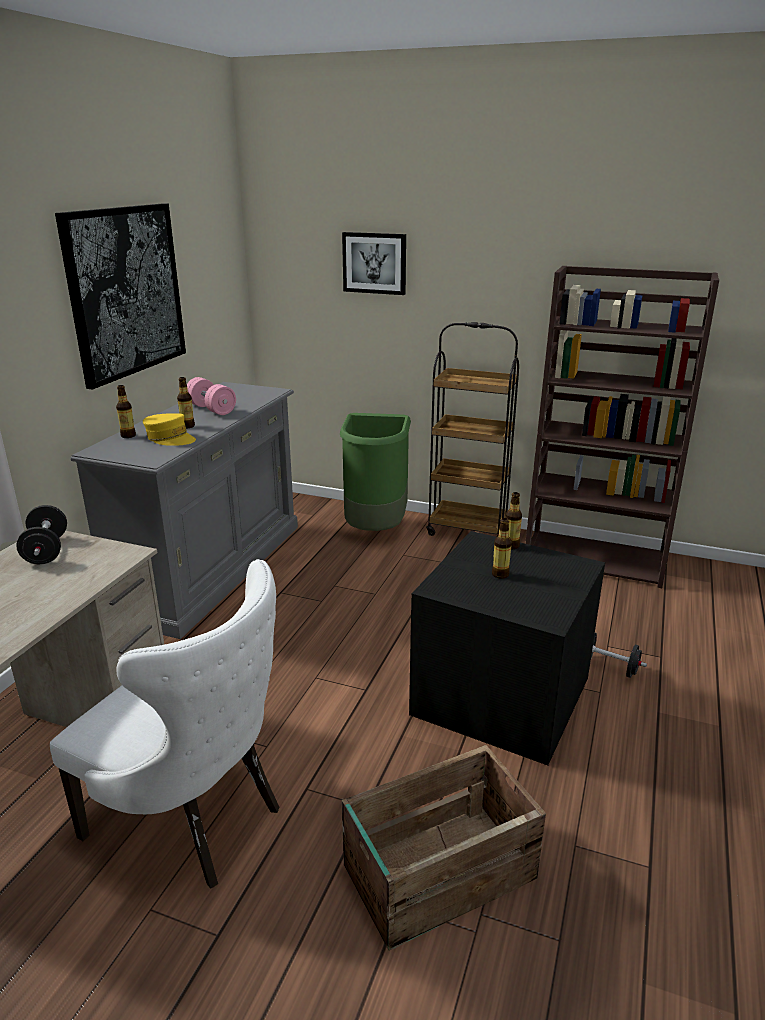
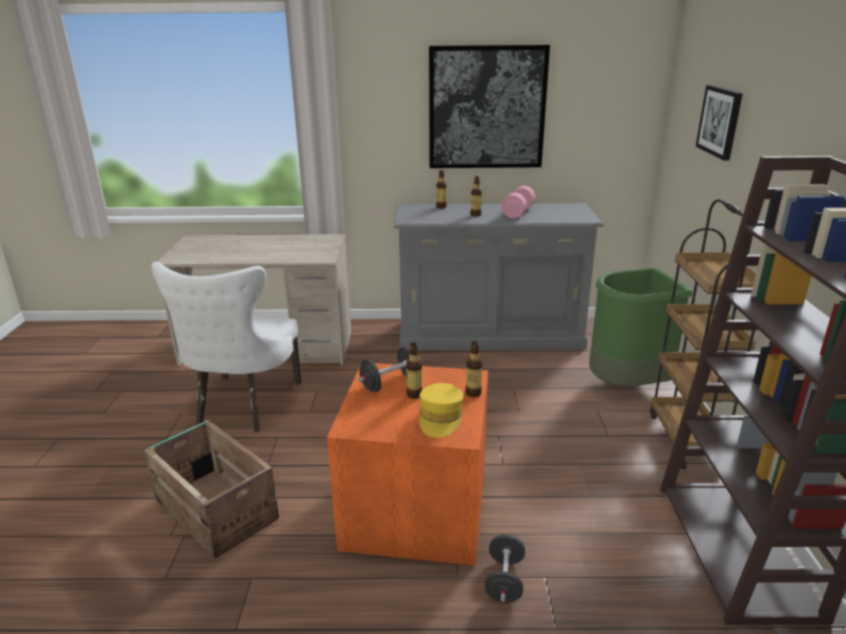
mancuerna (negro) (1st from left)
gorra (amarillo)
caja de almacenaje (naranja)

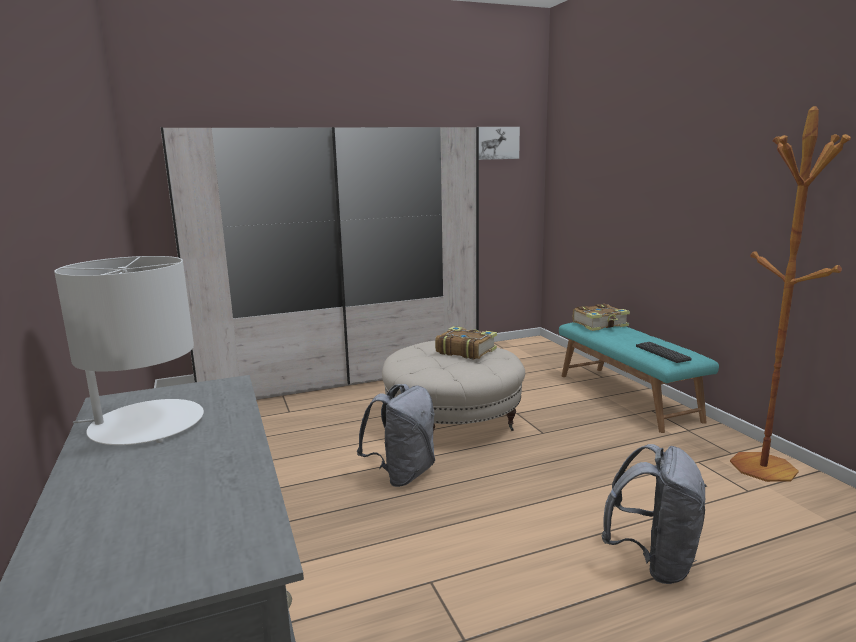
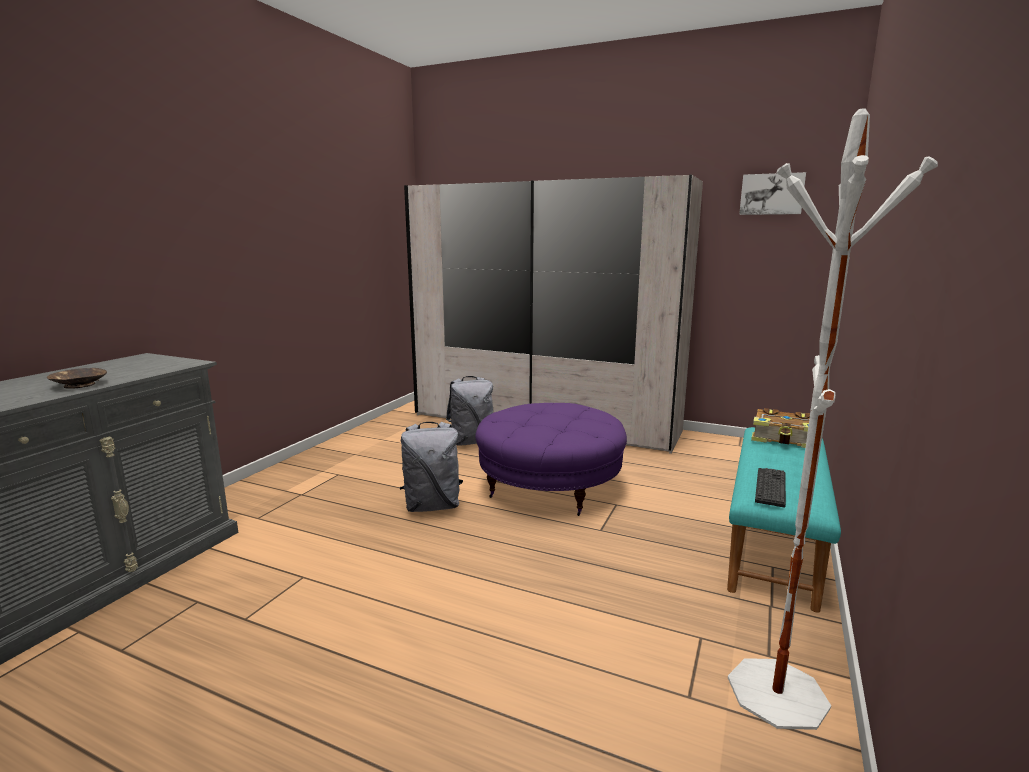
lámpara de mesa (blanco)
libro (1st from left in the first image)
cuenco (marrón)
mochila (gris) (2nd from left)
puf (morado)
perchero (blanco)

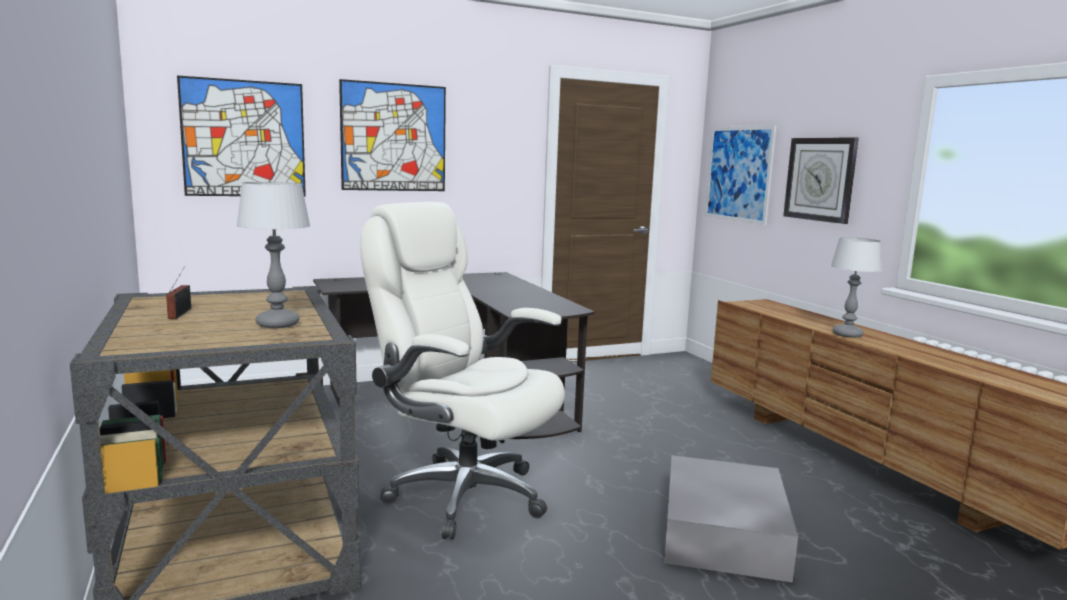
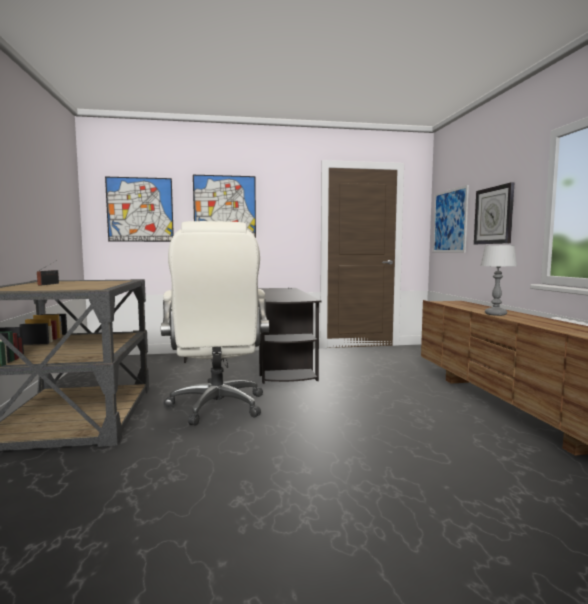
lámpara de mesa (1st from left in the first image)
caja de almacenaje (gris)
silla de oficina (blanco)

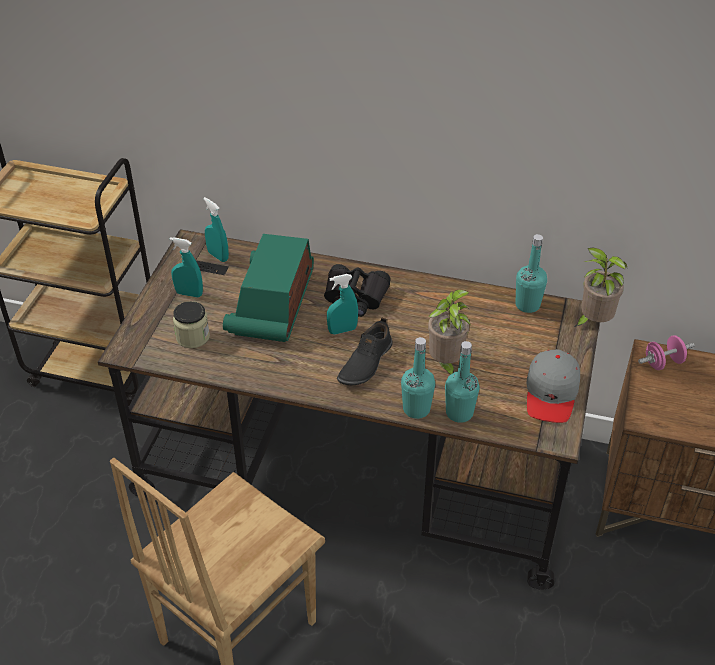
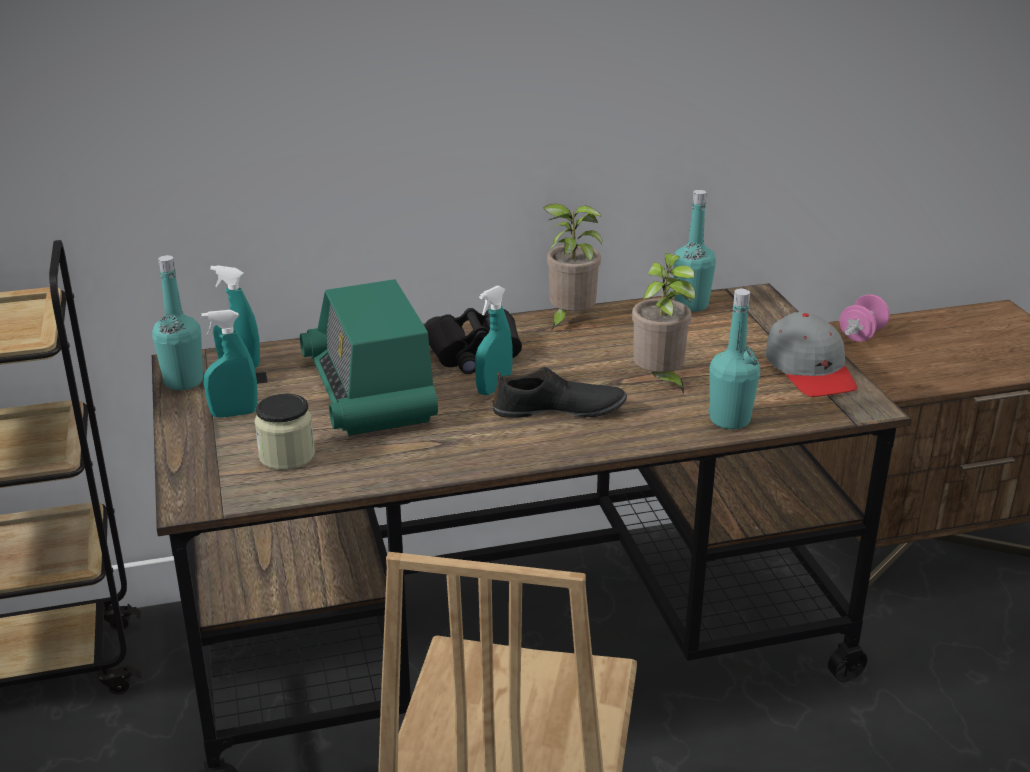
botella (turquesa) (1st from left)
planta en maceta (1st from left)
zapato (negro)

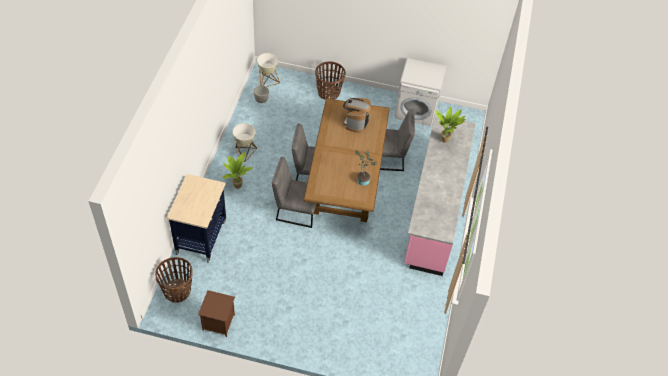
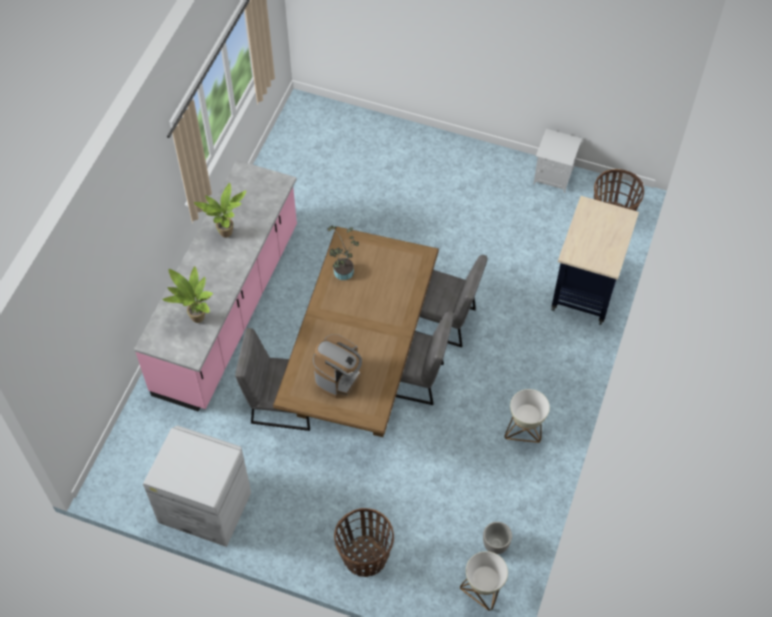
planta en maceta (2nd from left)
mesita de noche (gris)

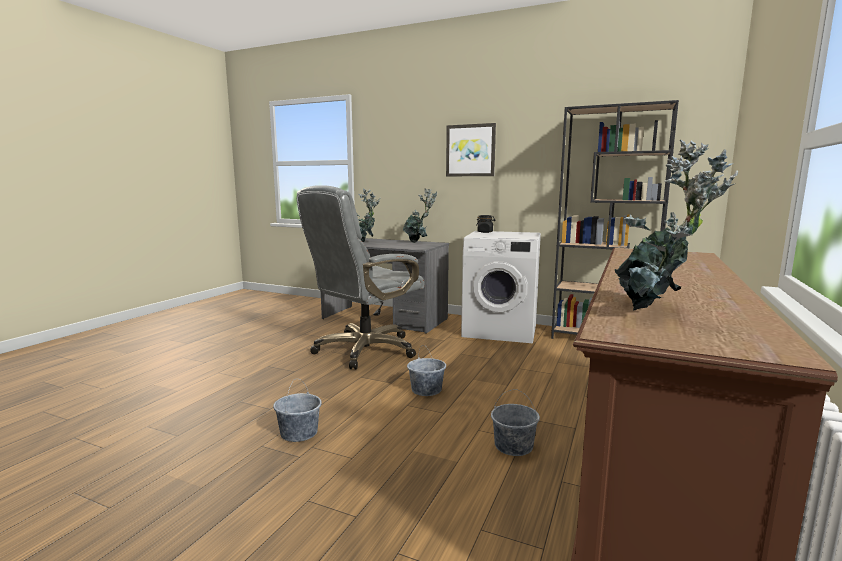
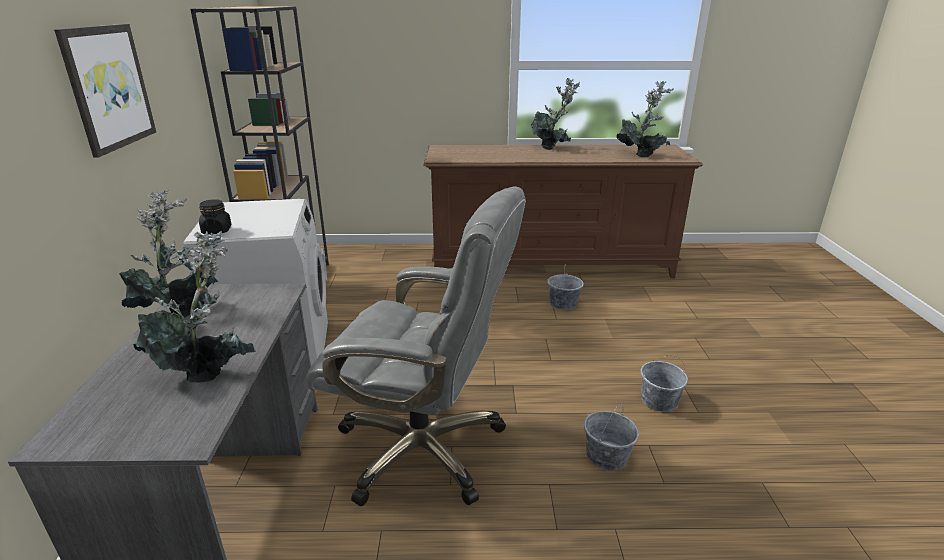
planta en maceta (3rd from left)
cubo (gris) (2nd from left)

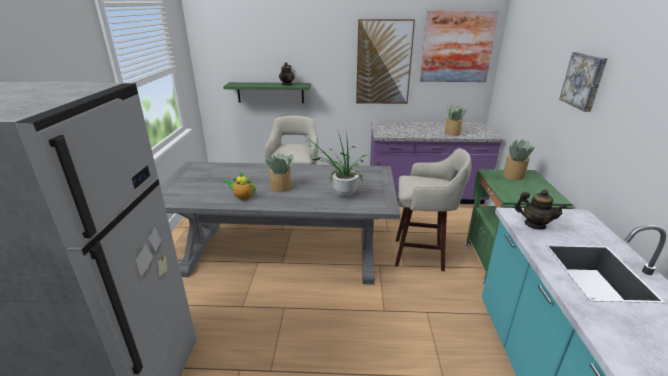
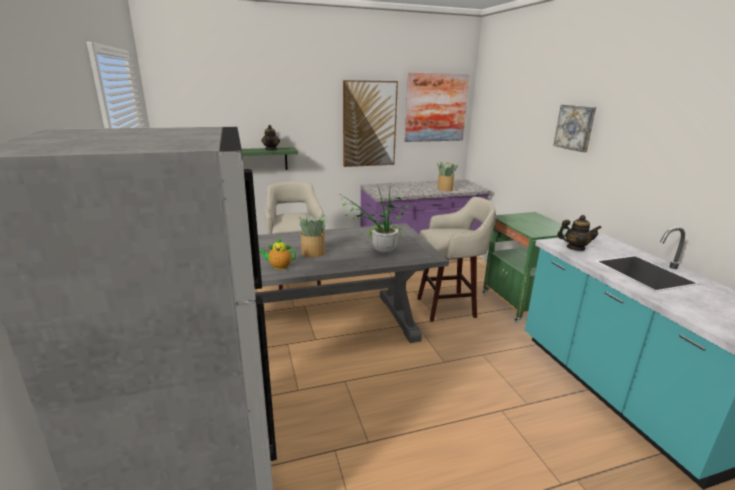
planta en maceta (4th from left in the first image)

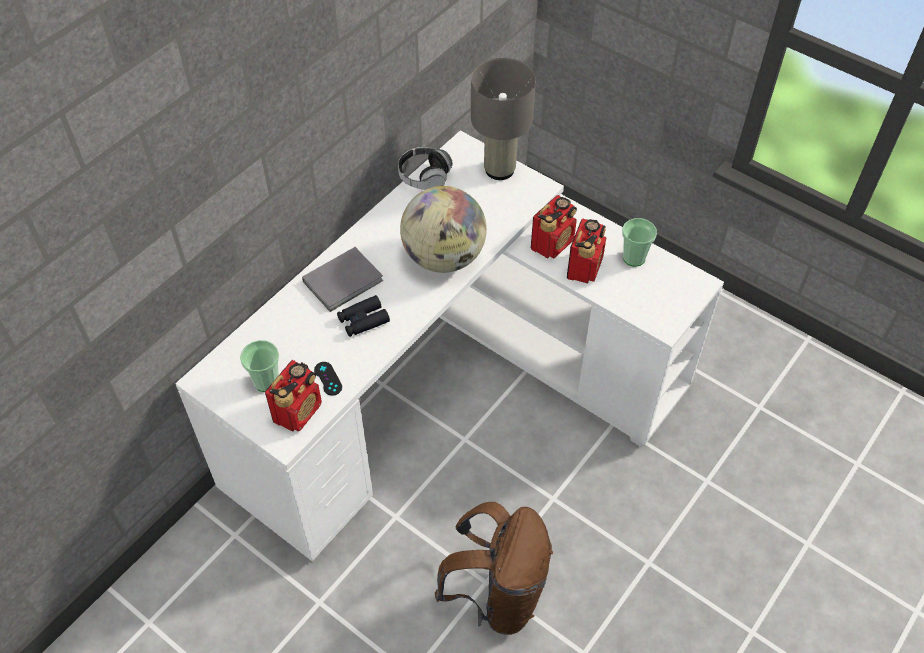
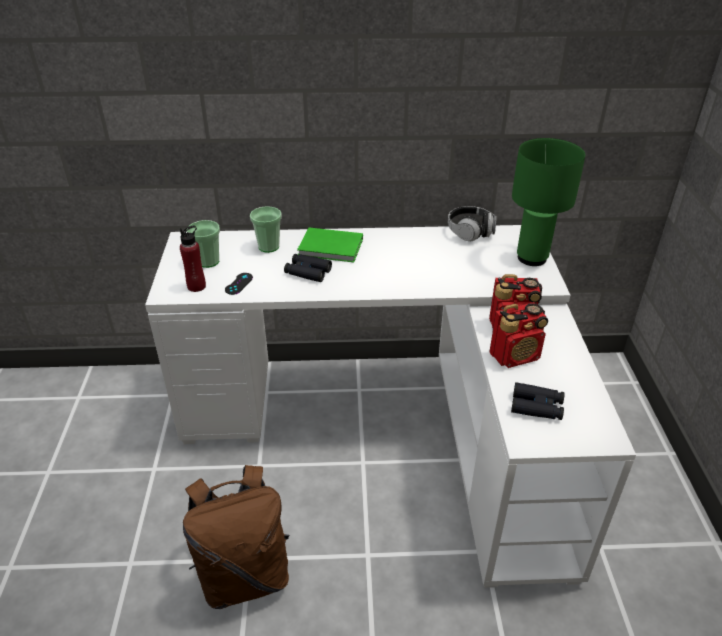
globo terráqueo
prismáticos (negro) (2nd from left)
taza (2nd from left)
botella (rojo)
libro (verde)
lámpara de mesa (verde)

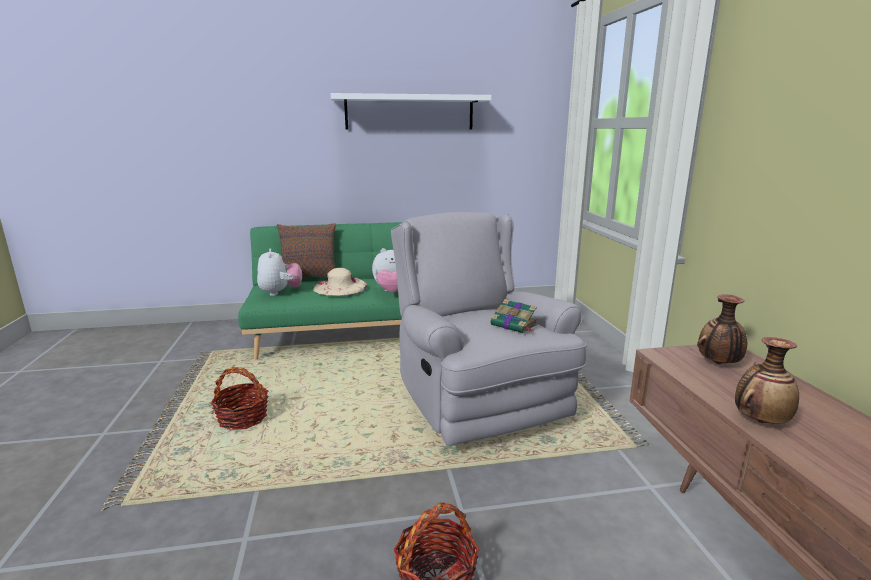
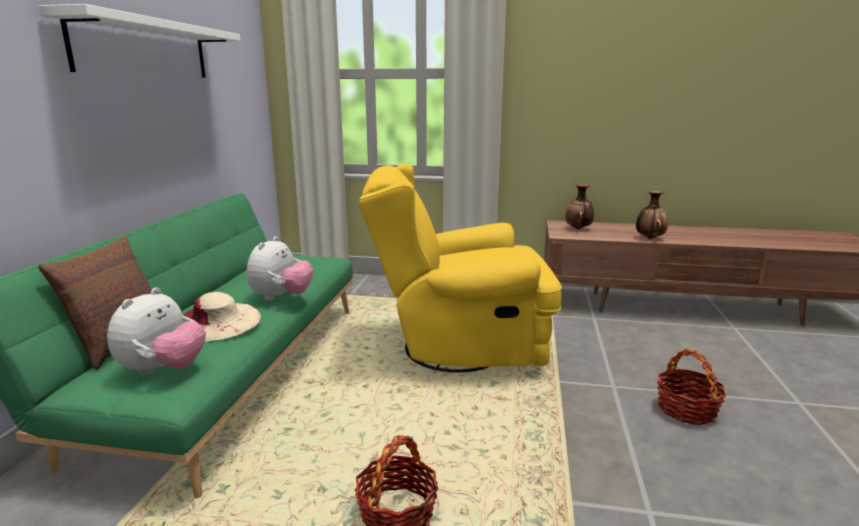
libro
sillón (amarillo)
peluche (1st from left)

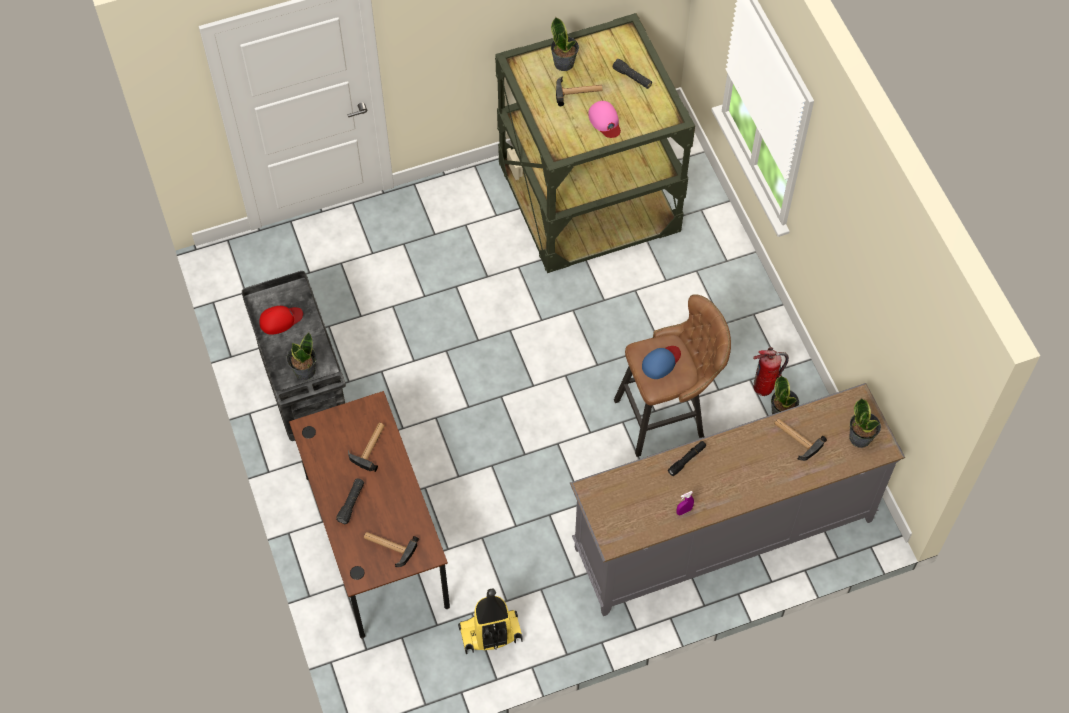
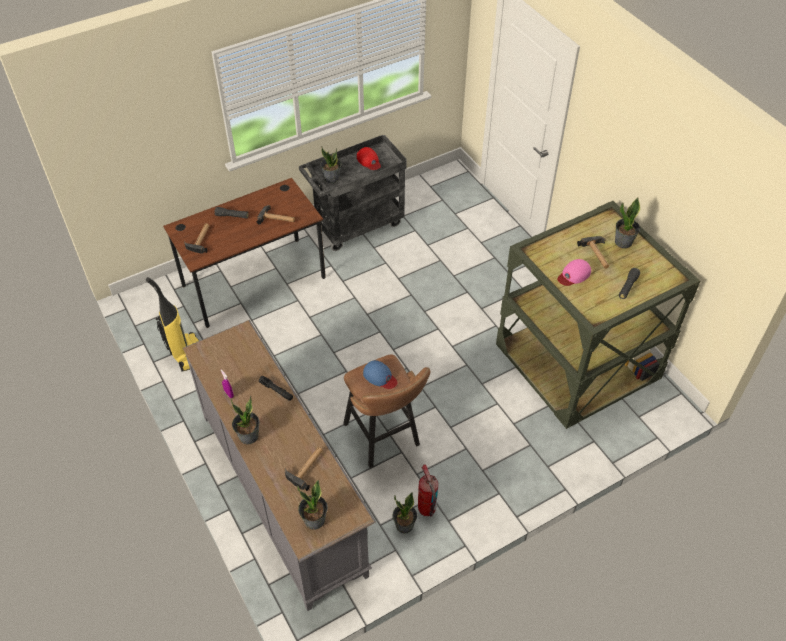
planta en maceta (1st from left)

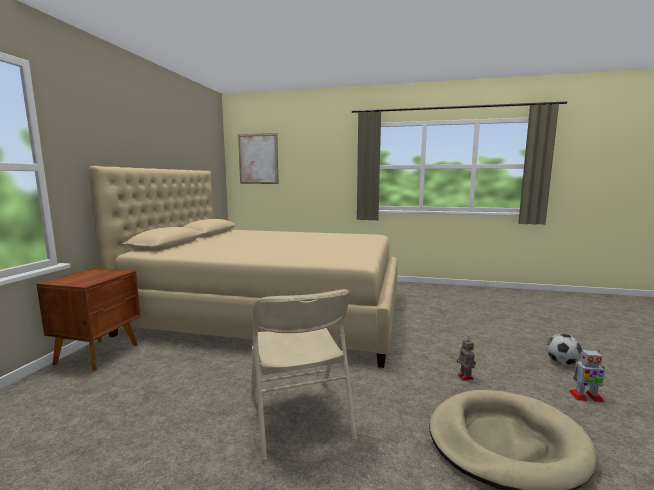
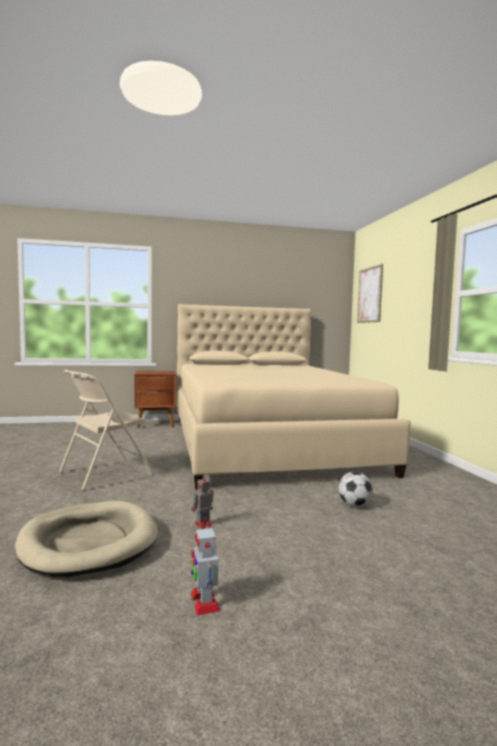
balón de fútbol

